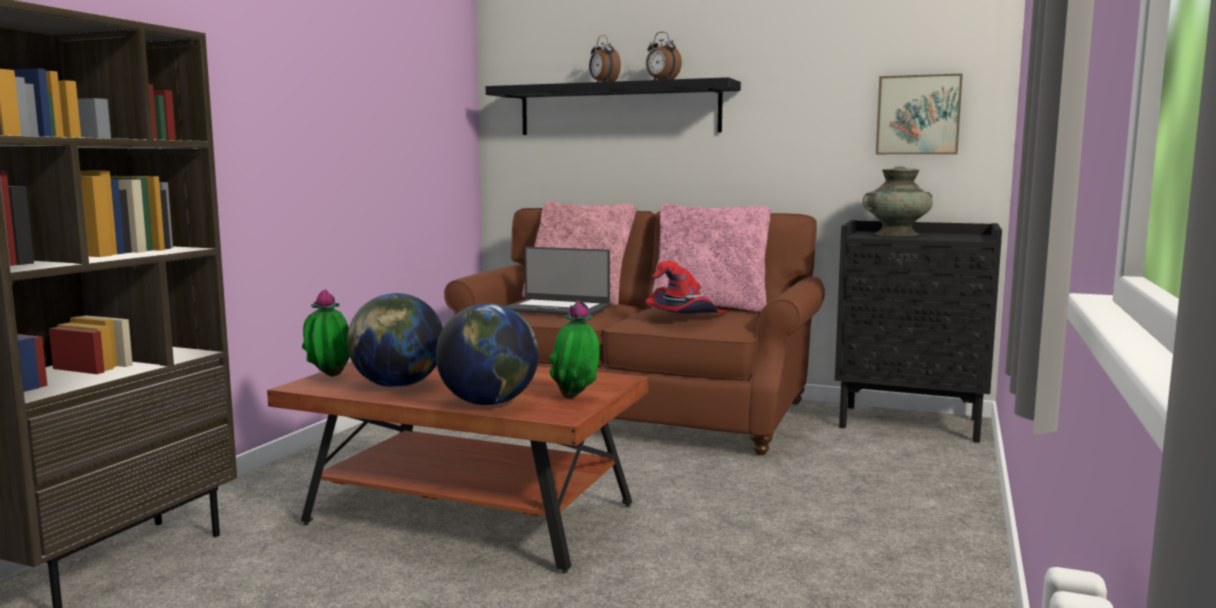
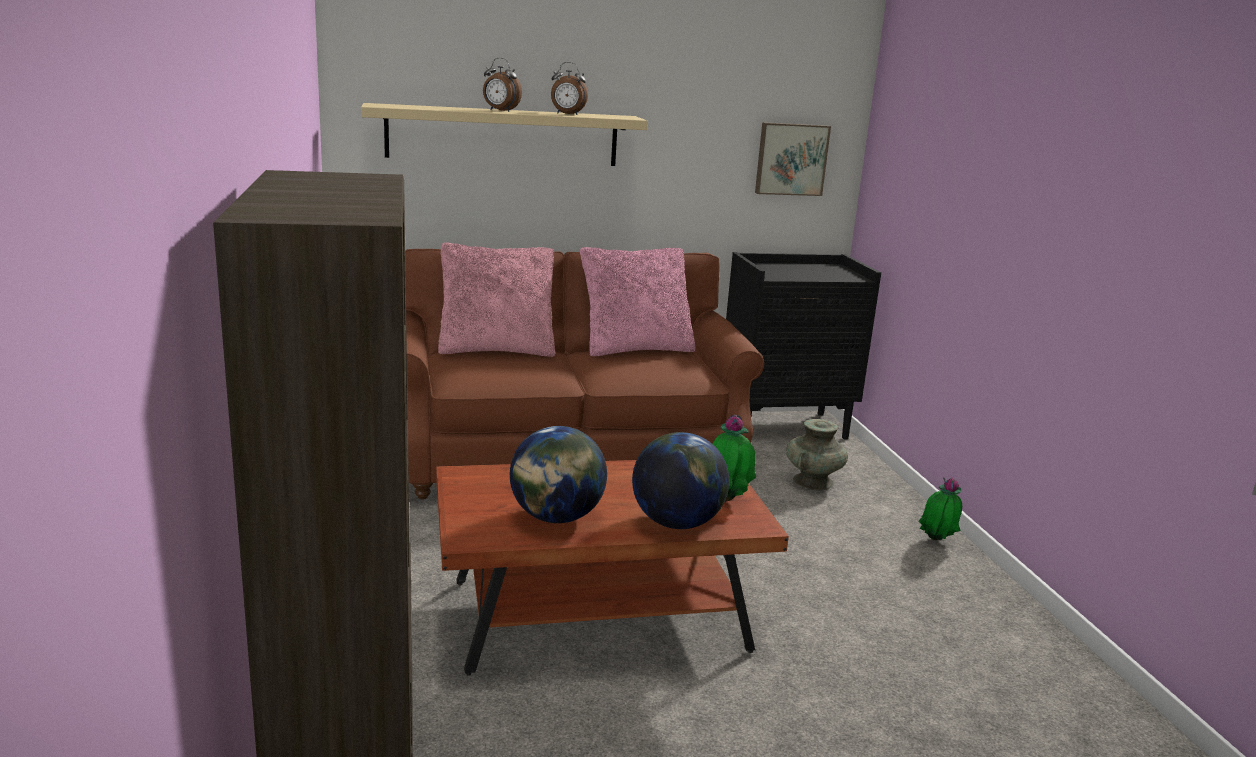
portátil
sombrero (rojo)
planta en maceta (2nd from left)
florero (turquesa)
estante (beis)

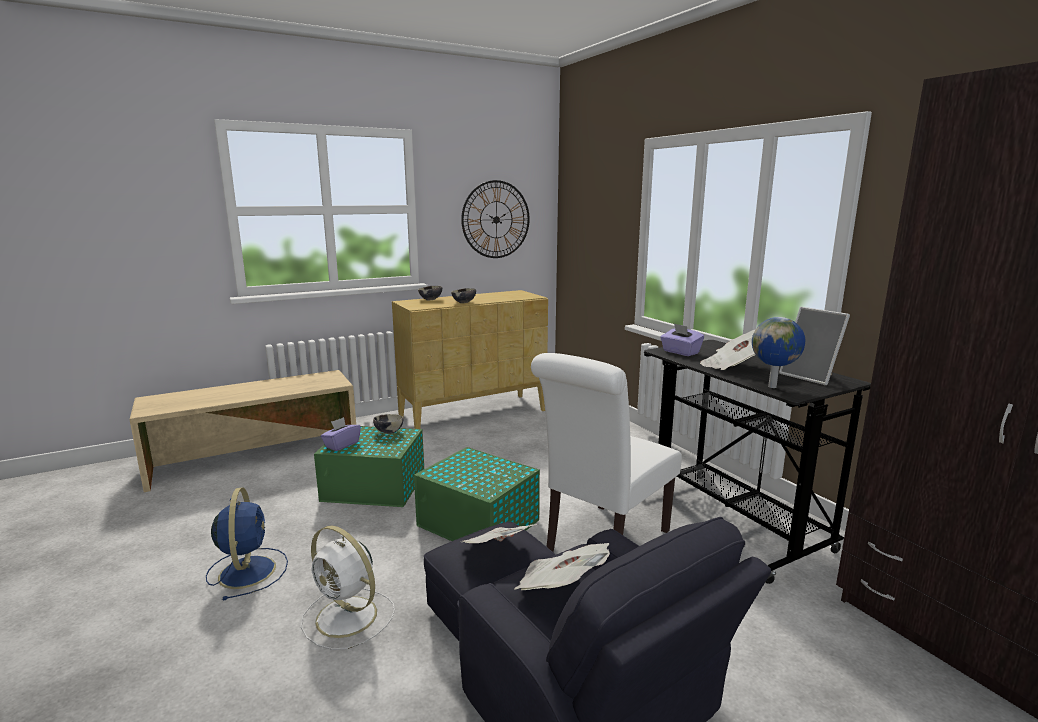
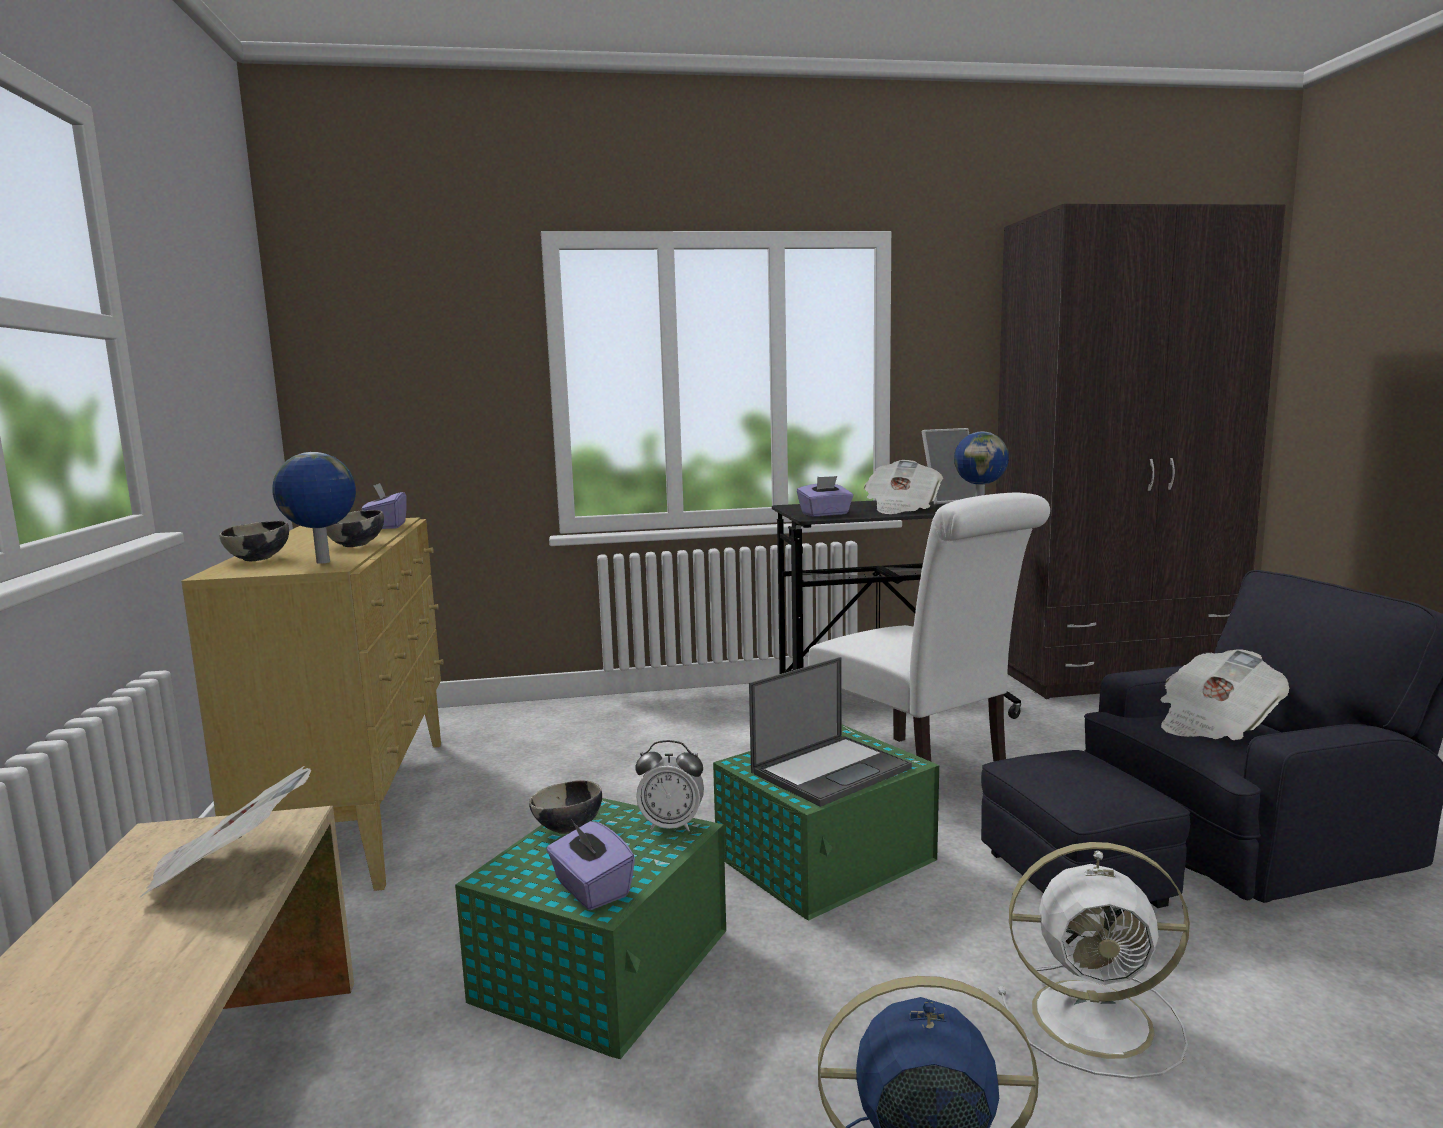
reloj de pared
globo terráqueo (1st from left)
caja de pañuelos (morado) (1st from left)
despertador
portátil
periódico (1st from left)
ventilador (blanco)

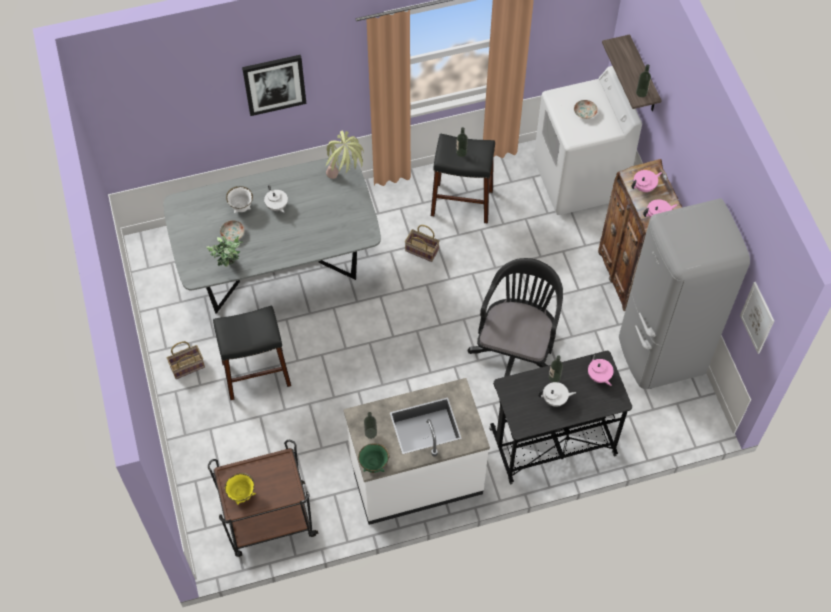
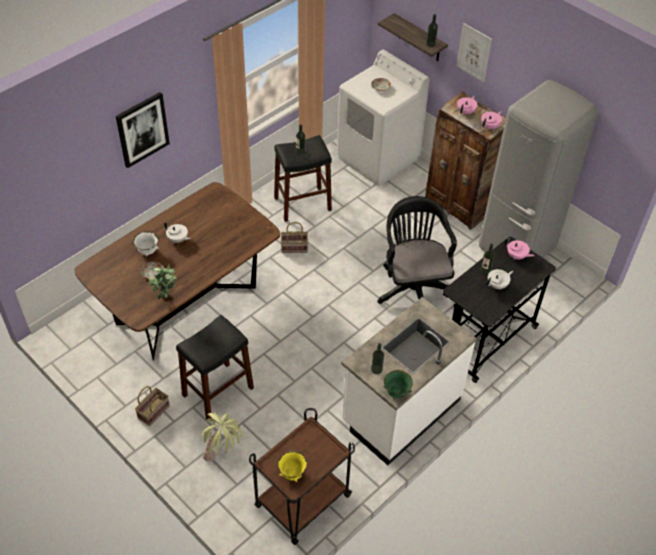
planta en maceta (2nd from left)
cuadro (2nd from left)
mesa de comedor (marrón)

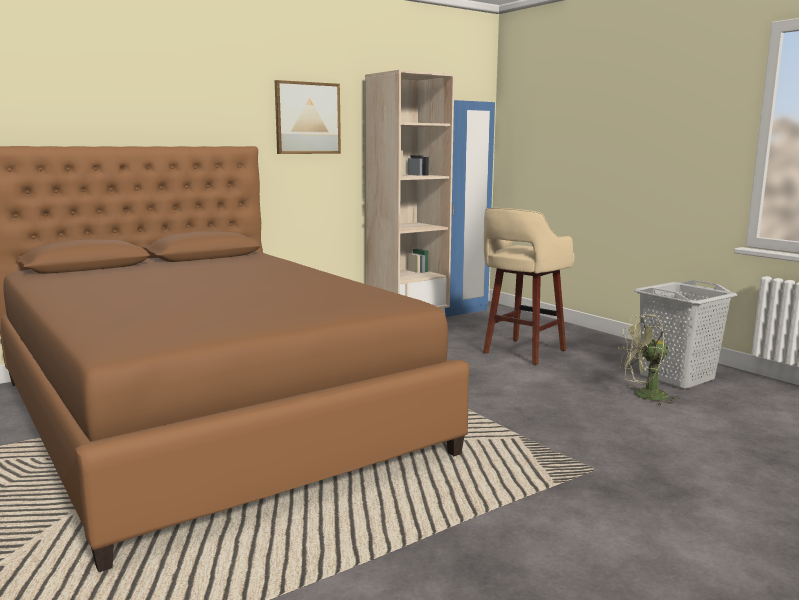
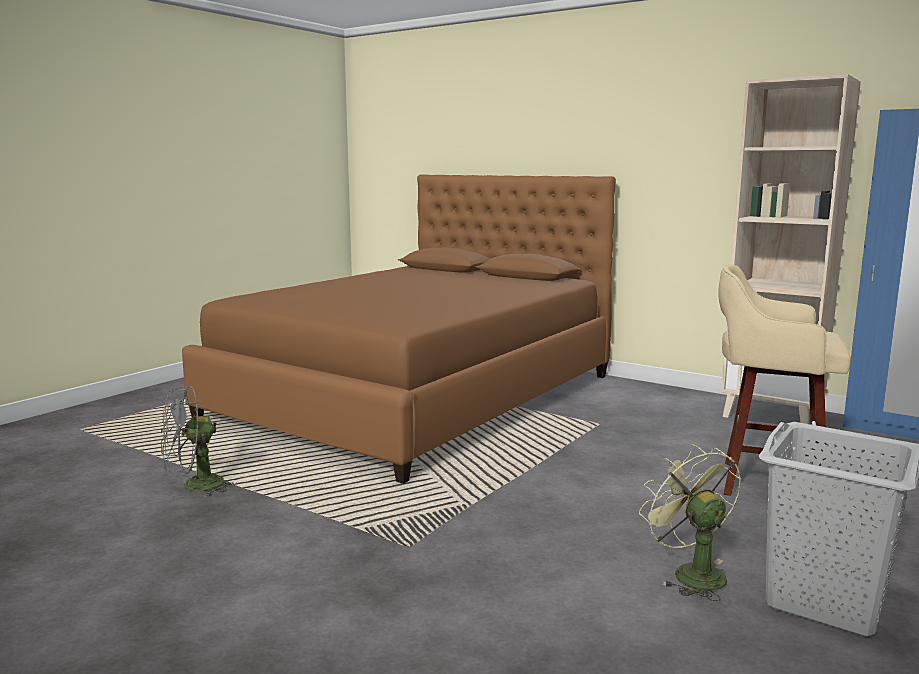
cuadro
ventilador (gris)

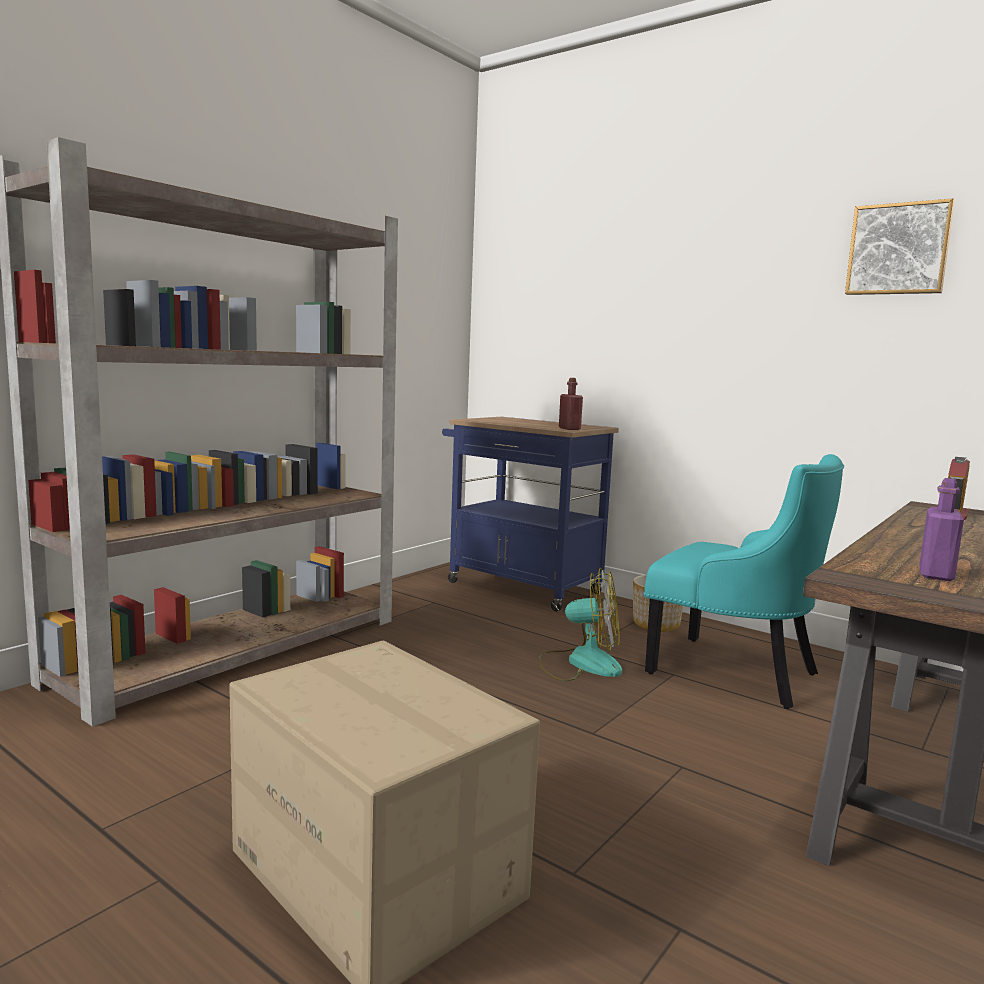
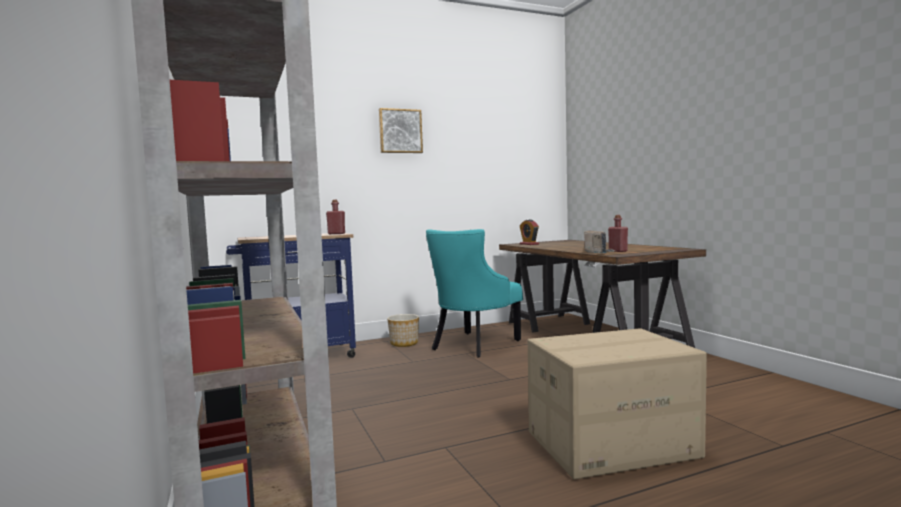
ventilador
radio
cuadro
botella (rojo) (2nd from left)
silla (turquesa)

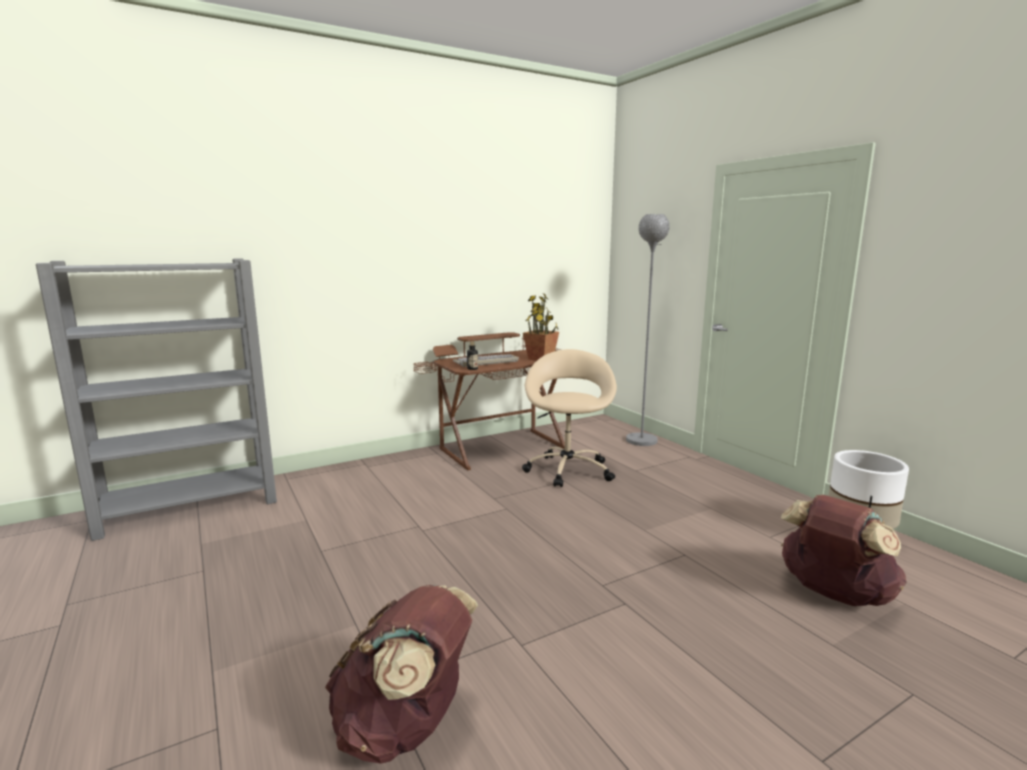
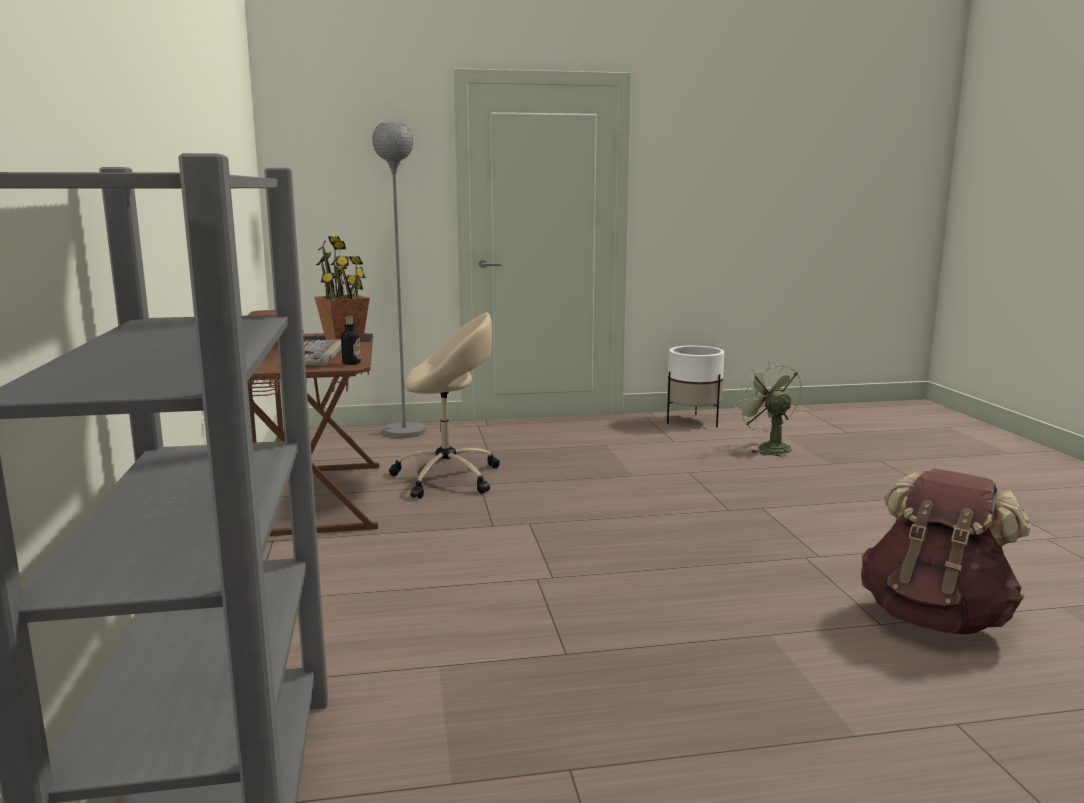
ventilador (verde)
silla de oficina (beis)

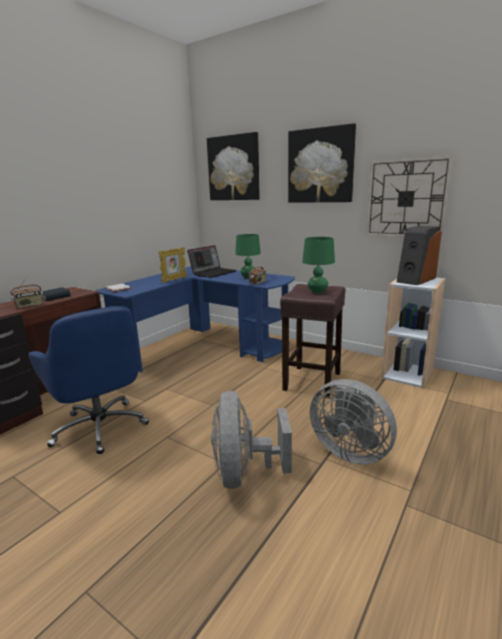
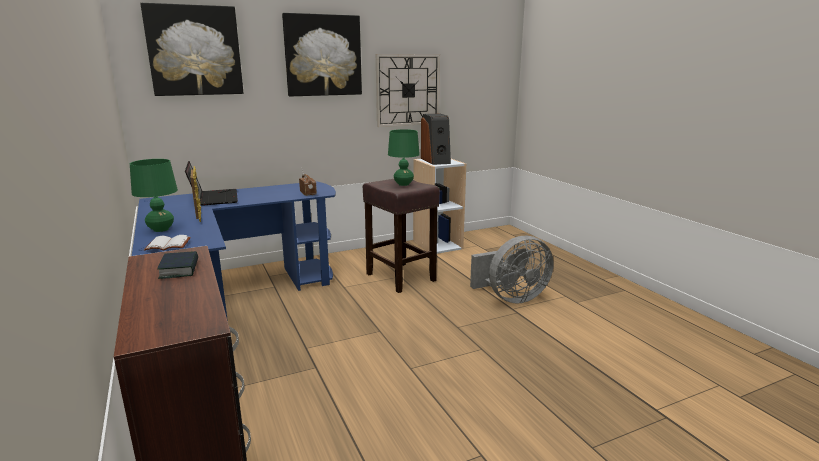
radio (1st from left in the first image)
silla de oficina (azul)
ventilador (gris) (1st from left in the first image)
lámpara de mesa (verde) (1st from left)

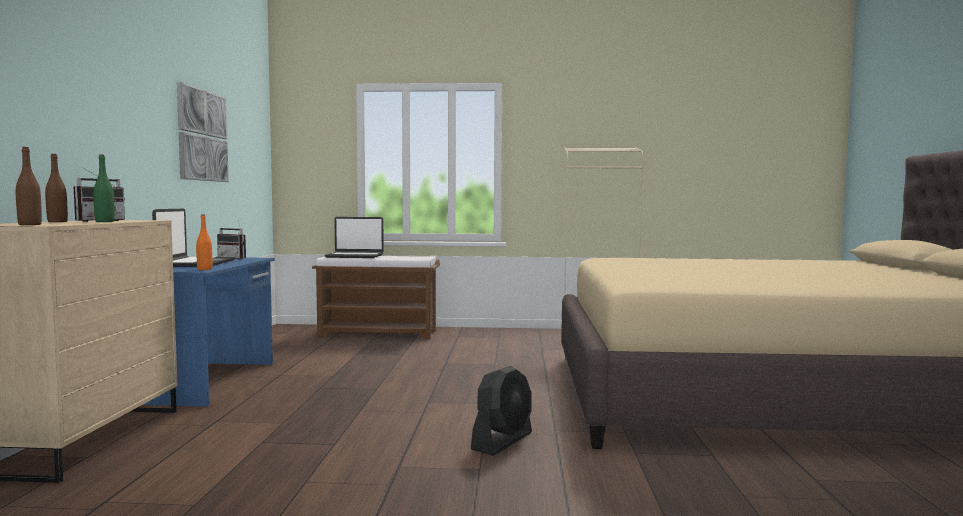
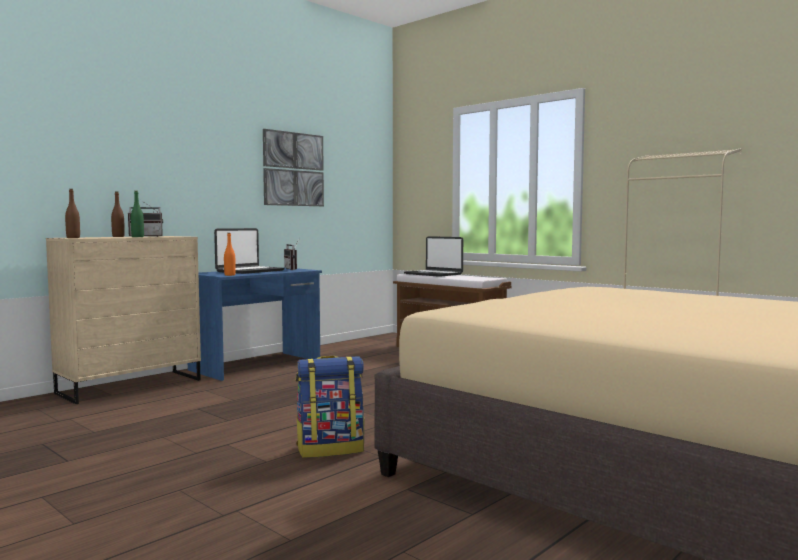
mochila

